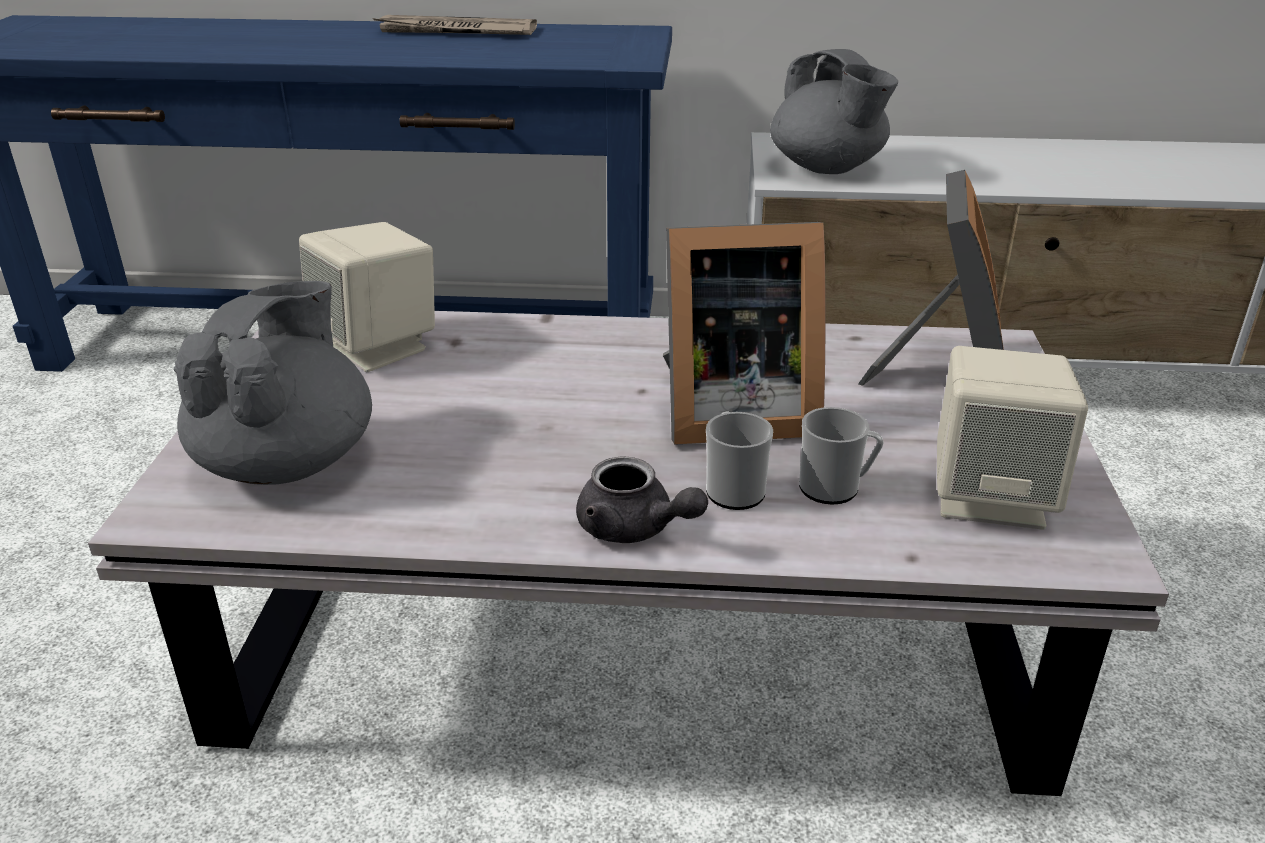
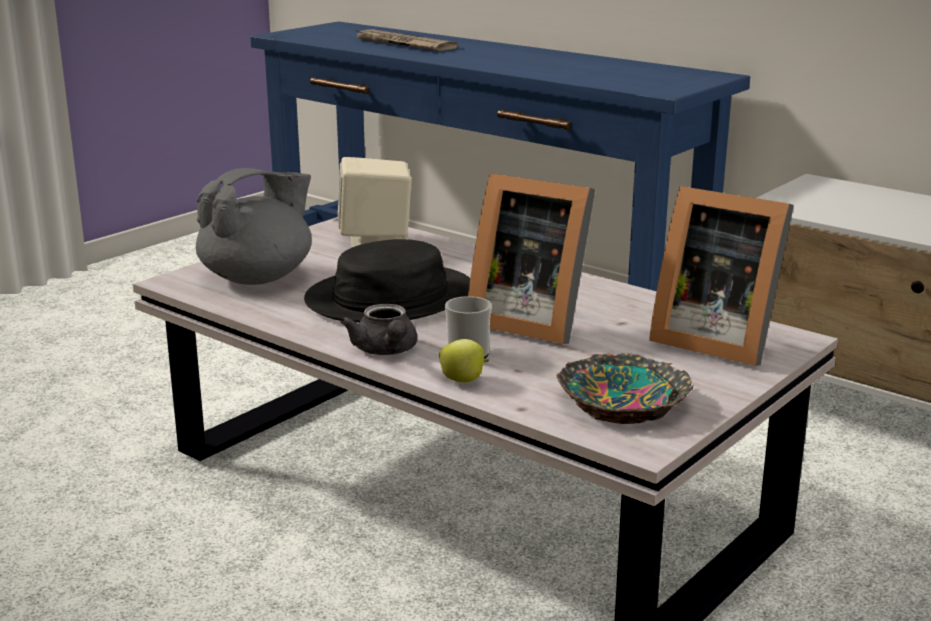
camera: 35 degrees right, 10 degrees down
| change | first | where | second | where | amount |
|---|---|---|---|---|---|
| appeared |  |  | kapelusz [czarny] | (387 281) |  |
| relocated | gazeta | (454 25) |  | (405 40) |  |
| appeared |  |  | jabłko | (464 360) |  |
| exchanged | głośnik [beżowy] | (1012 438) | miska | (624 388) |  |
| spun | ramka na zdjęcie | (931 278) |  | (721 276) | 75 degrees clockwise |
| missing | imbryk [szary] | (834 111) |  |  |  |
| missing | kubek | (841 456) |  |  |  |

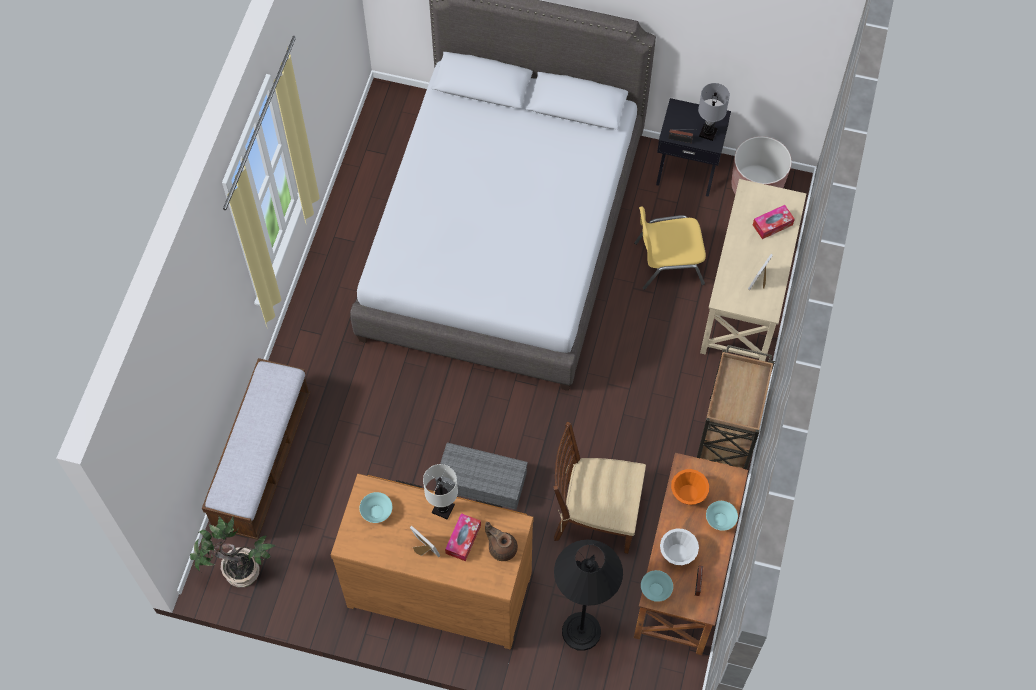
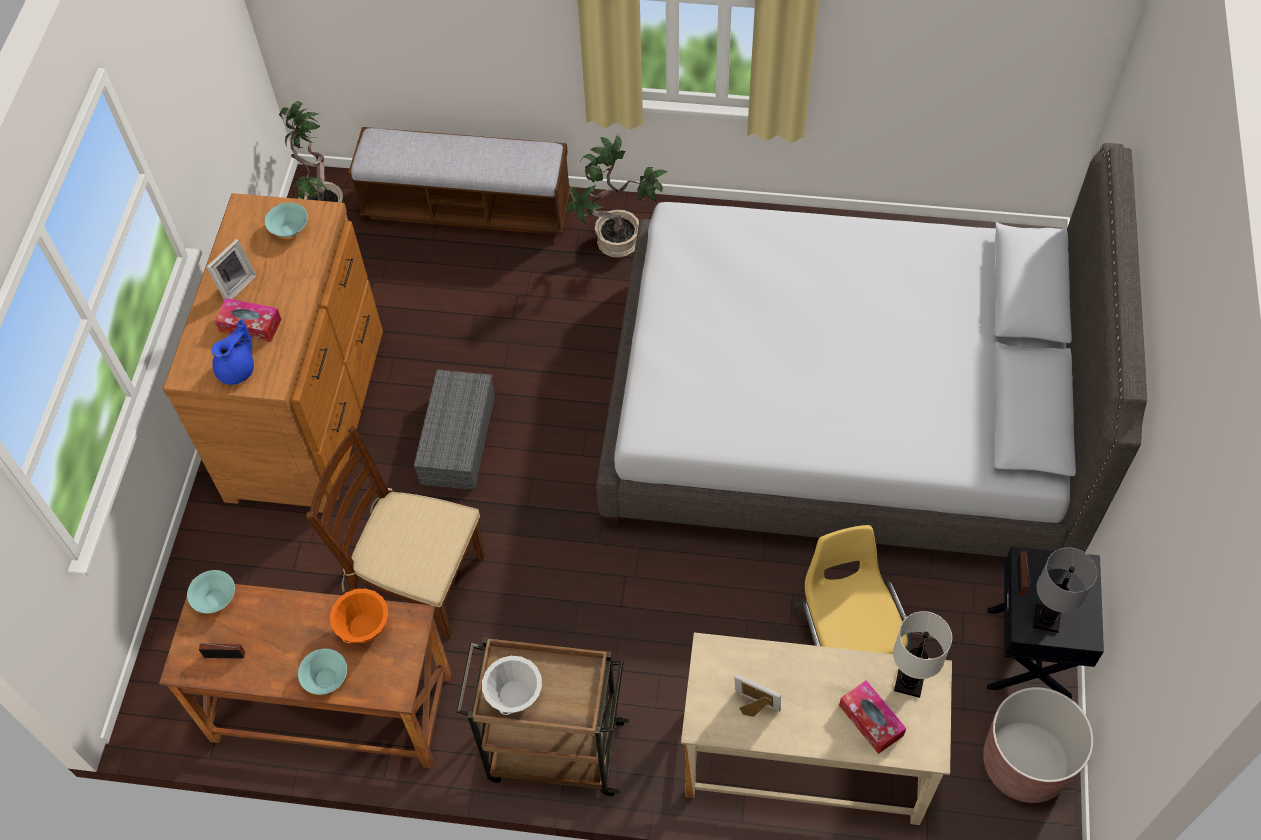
camera: 85 degrees right, 5 degrees down
| change | first | where | second | where | amount |
|---|---|---|---|---|---|
| colour | imbryk [brązowy] | (501 541) | imbryk [niebieski] | (233 352) |  |
| spun | krzesło [brązowy] | (599 488) |  | (395 532) | 75 degrees counterclockwise |
| relocated | miska [biały] | (679 546) |  | (512 685) |  |
| appeared |  |  | roślina doniczkowa | (617 196) |  |
| relocated | lampa stołowa [biały] | (440 492) |  | (922 654) |  |
| missing | lampa stojąca [czarny] | (588 595) |  |  |  |

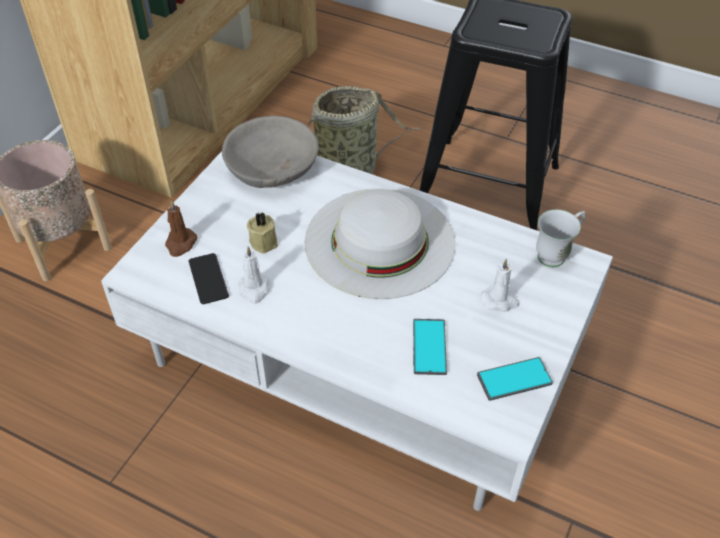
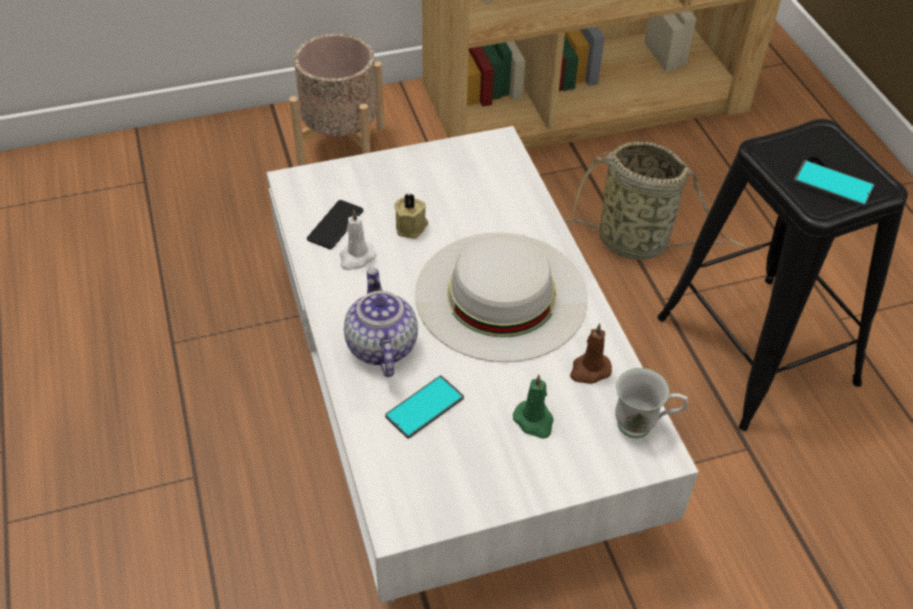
camera: 45 degrees right, 0 degrees up
| change | first | where | second | where | amount |
|---|---|---|---|---|---|
| appeared |  |  | imbryk | (381 322) |  |
| colour | świeca [biały] | (500 285) | świeca [zielony] | (533 406) |  |
| relocated | świeca [brązowy] | (181 228) |  | (591 353) |  |
| relocated | telefon | (515 379) |  | (833 183) |  |
| missing | miska [szary] | (270 152) |  |  |  |

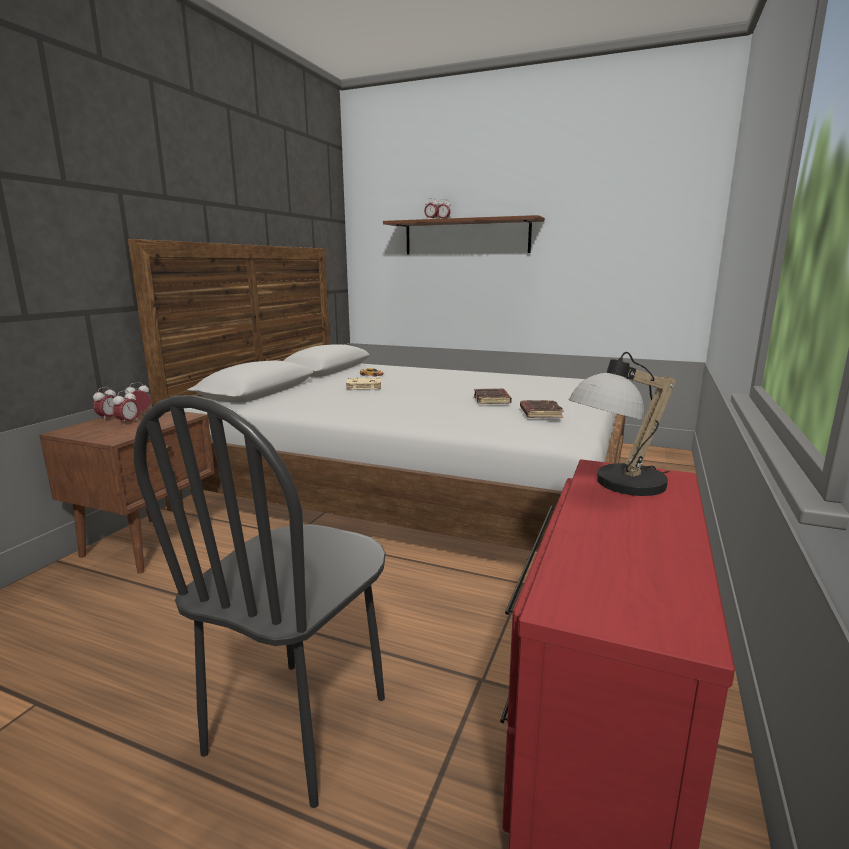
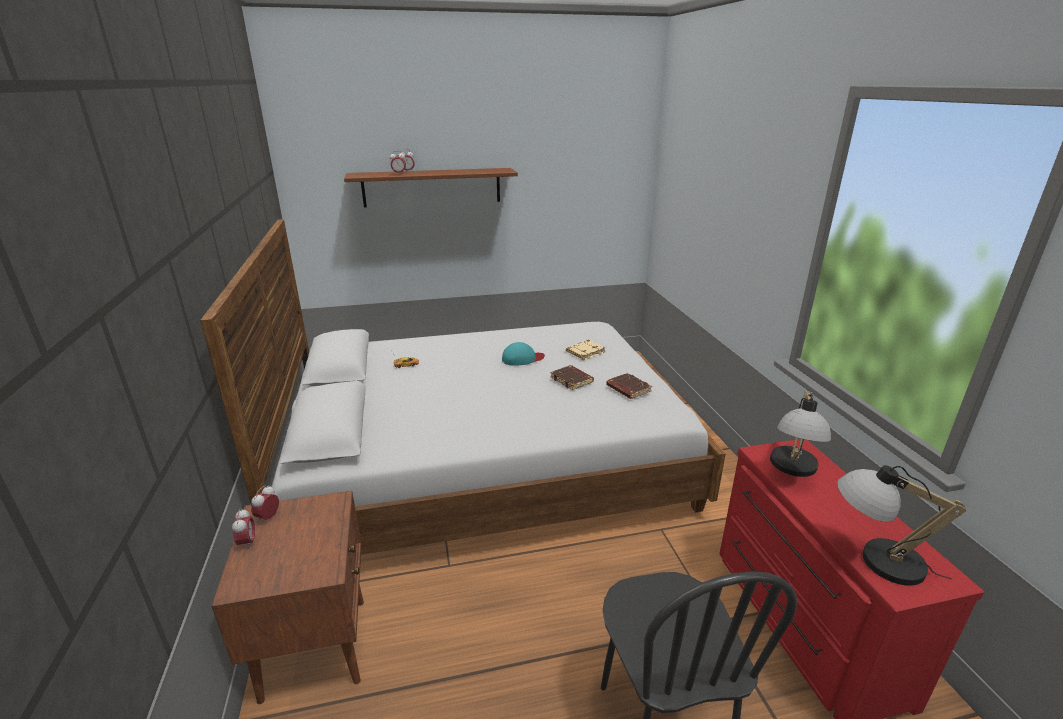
camera: 35 degrees left, 10 degrees up
| change | first | where | second | where | amount |
|---|---|---|---|---|---|
| appeared |  |  | czapka z daszkiem [turkusowy] | (523 354) |  |
| relocated | książka [beżowy] | (363 383) |  | (585 350) |  |
| appeared |  |  | lampa stołowa | (901 525) |  |
| missing | budzik | (126 407) |  |  |  |

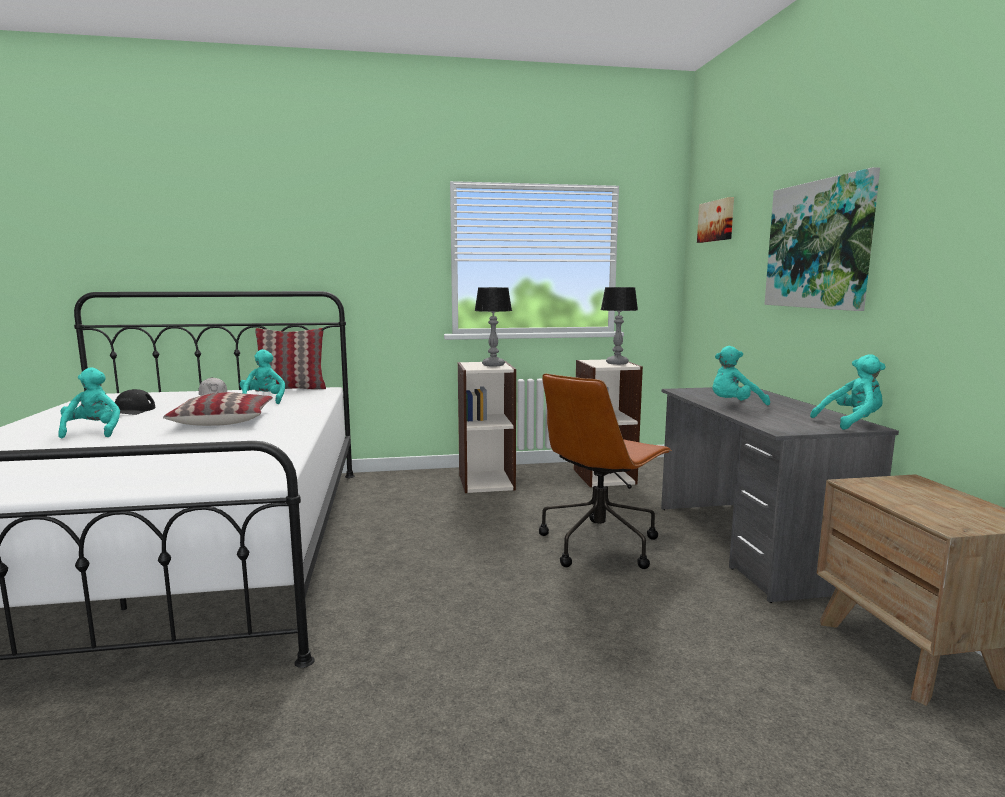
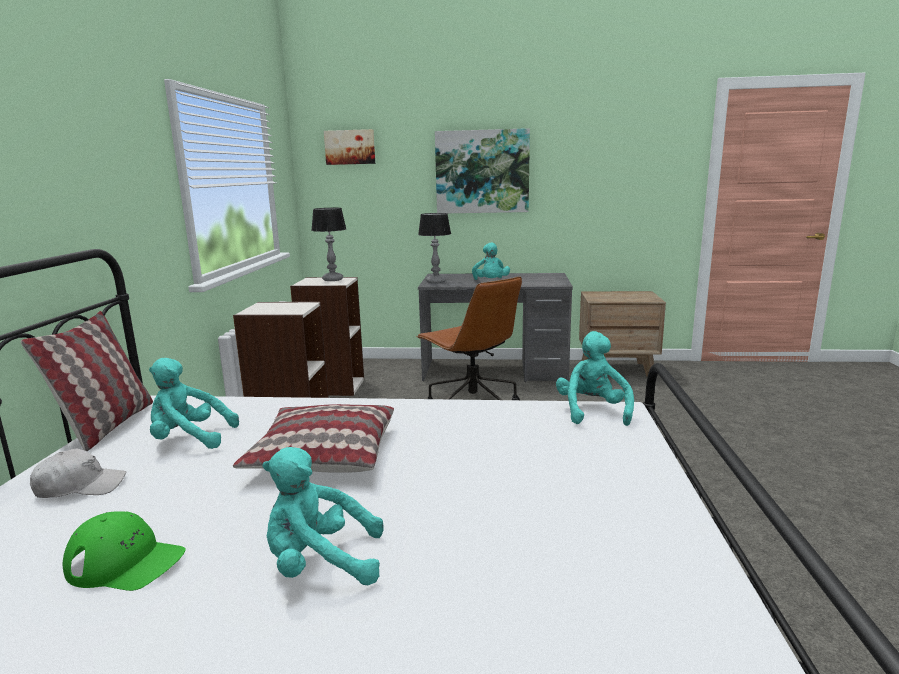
camera: 75 degrees left, 5 degrees up
| change | first | where | second | where | amount |
|---|---|---|---|---|---|
| colour | czapka z daszkiem [czarny] | (135 402) | czapka z daszkiem [zielony] | (124 551) |  |
| relocated | lampa stołowa | (493 326) |  | (434 248) |  |
| relocated | pluszak [turkusowy] | (848 392) |  | (595 378) |  |

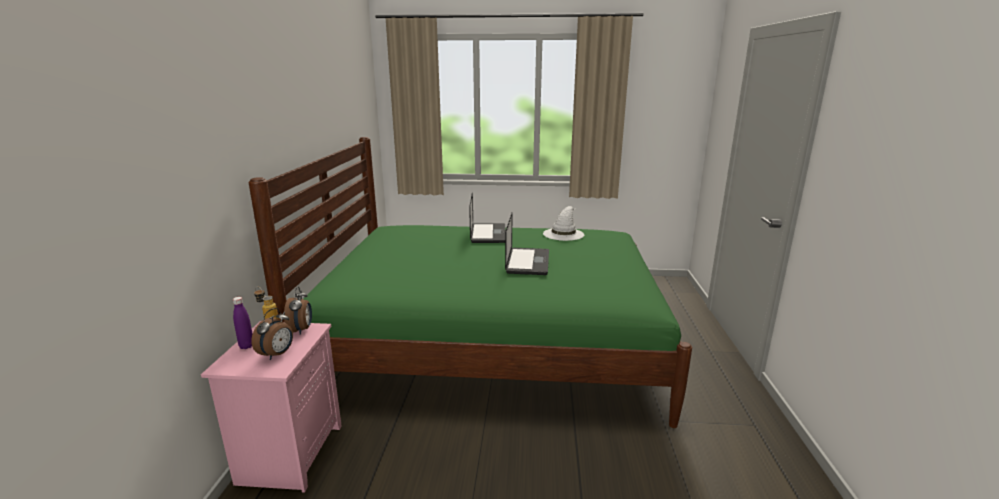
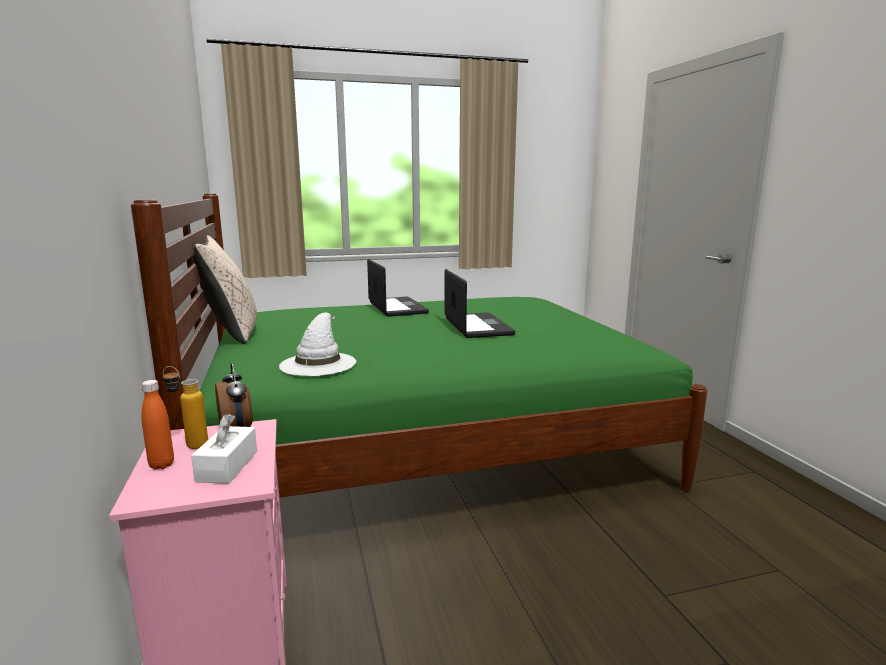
camera: 20 degrees left, 5 degrees down
| change | first | where | second | where | amount |
|---|---|---|---|---|---|
| colour | butelka [fioletowy] | (243 323) | butelka [pomarańczowy] | (158 425) |  |
| exchanged | budzik | (272 334) | pudełko chusteczek [biały] | (224 449) |  |
| appeared |  |  | poduszka [beżowy] | (225 289) |  |
| relocated | kapelusz [biały] | (563 223) |  | (317 344) |  |

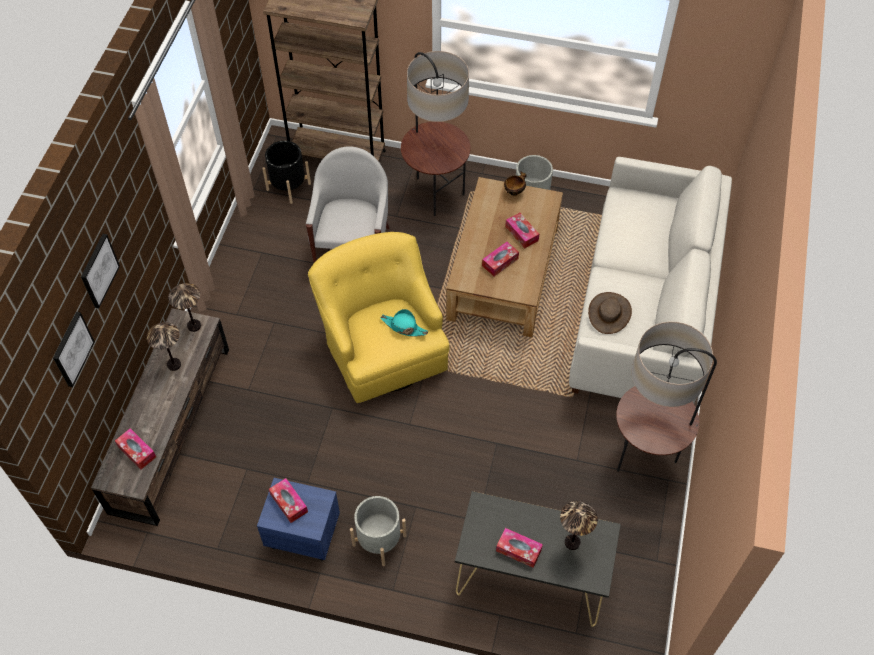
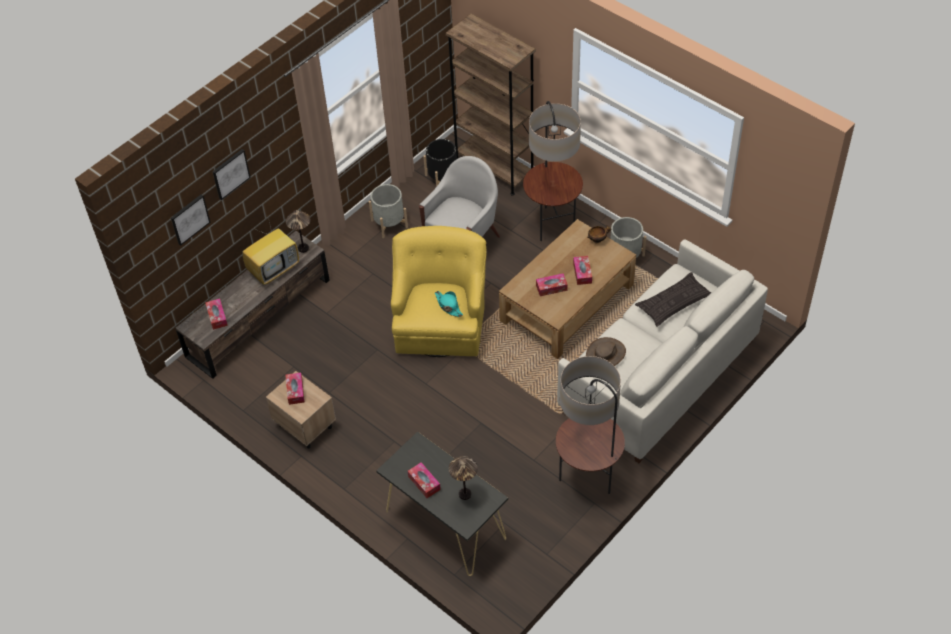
camera: 30 degrees right, 5 degrees down
| change | first | where | second | where | amount |
|---|---|---|---|---|---|
| exchanged | lampa stołowa | (163 346) | telewizor | (270 249) |  |
| colour | szafka nocna [niebieski] | (298 519) | szafka nocna [beżowy] | (301 410) |  |
| relocated | donica [szary] | (378 531) |  | (388 211) |  |
| appeared |  |  | poduszka | (673 299) |  |

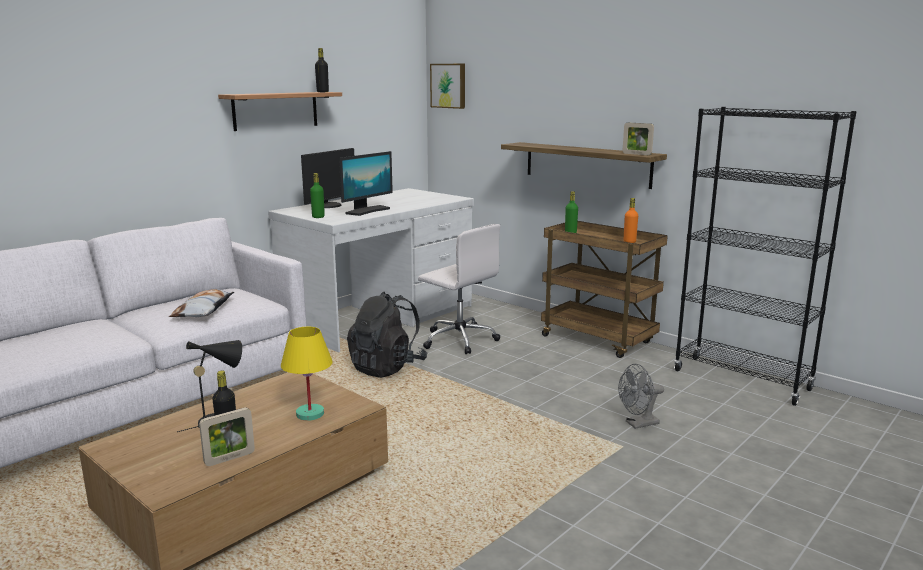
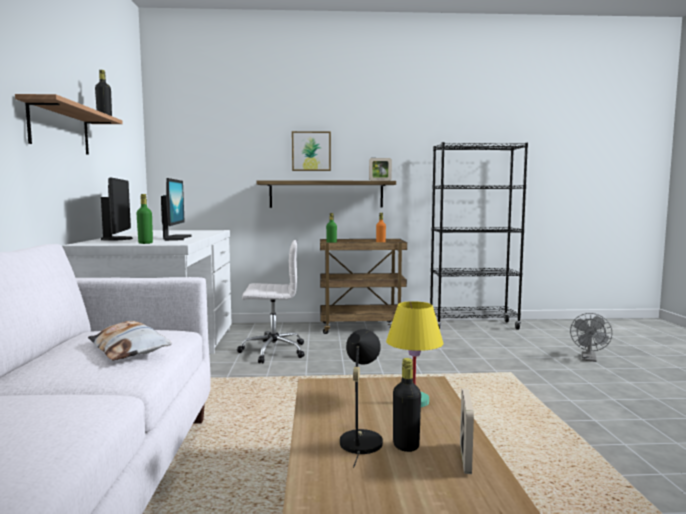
camera: 45 degrees left, 10 degrees down
| change | first | where | second | where | amount |
|---|---|---|---|---|---|
| relocated | obraz | (447 86) |  | (311 151) |  |
| relocated | wentylator [szary] | (641 396) |  | (591 337) |  |
| missing | plecak [czarny] | (387 335) |  |  |  |

